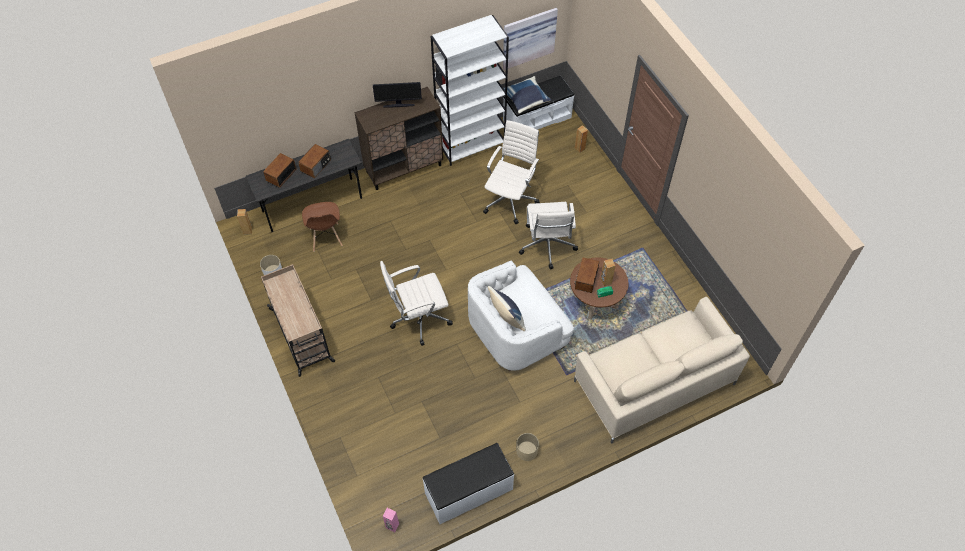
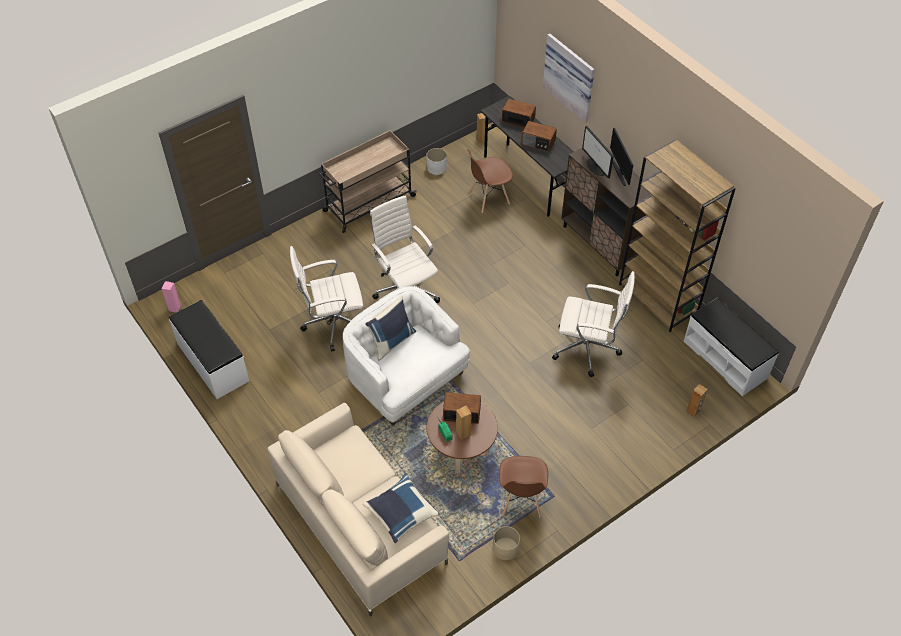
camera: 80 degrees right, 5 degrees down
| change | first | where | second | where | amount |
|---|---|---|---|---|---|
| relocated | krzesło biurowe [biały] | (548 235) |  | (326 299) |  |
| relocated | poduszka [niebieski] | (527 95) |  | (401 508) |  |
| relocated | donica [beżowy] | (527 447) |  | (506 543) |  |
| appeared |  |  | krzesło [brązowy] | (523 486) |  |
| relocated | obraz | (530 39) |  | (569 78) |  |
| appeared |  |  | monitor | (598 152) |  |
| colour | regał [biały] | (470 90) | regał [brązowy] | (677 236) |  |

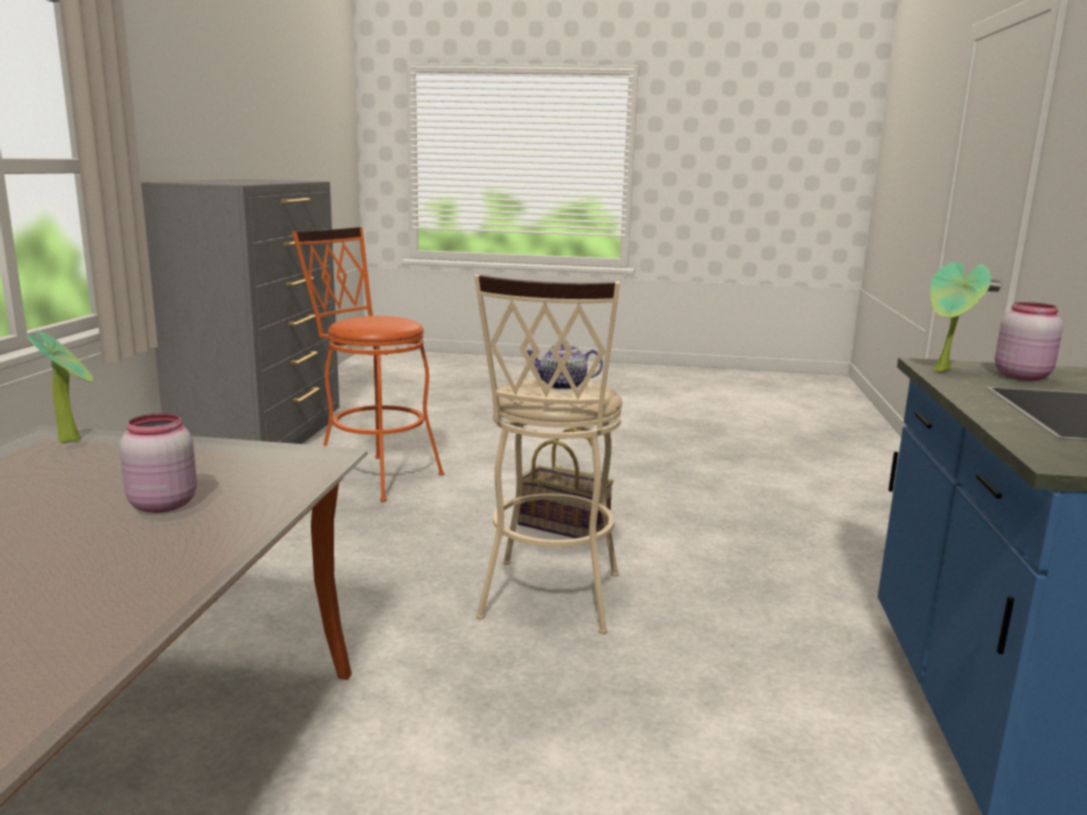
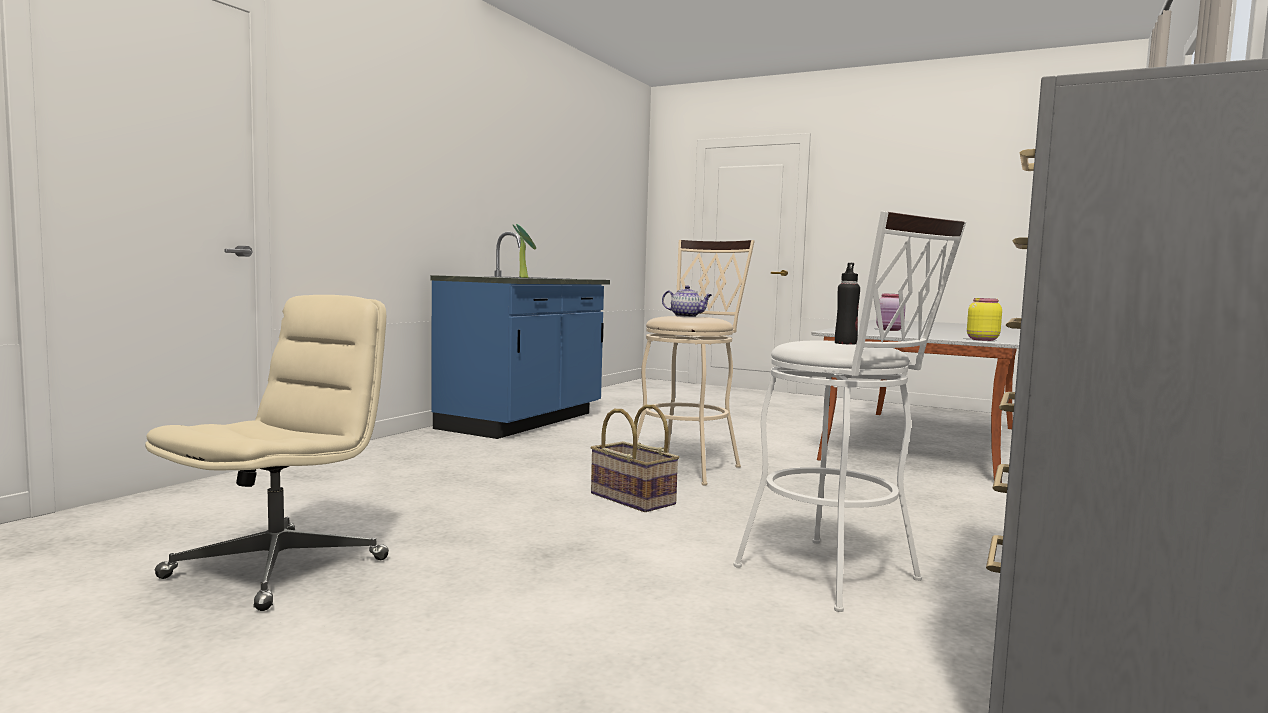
camera: 160 degrees left, 10 degrees down
| change | first | where | second | where | amount |
|---|---|---|---|---|---|
| appeared |  |  | krzesło biurowe [beżowy] | (267 453) |  |
| colour | stołek [pomarańczowy] | (368 364) | stołek [biały] | (849 411) |  |
| appeared |  |  | butelka [czarny] | (847 304) |  |
| exchanged | roślina doniczkowa | (60 386) | słoik [żółty] | (984 319) |  |
| missing | słoik [różowy] | (1029 341) |  |  |  |

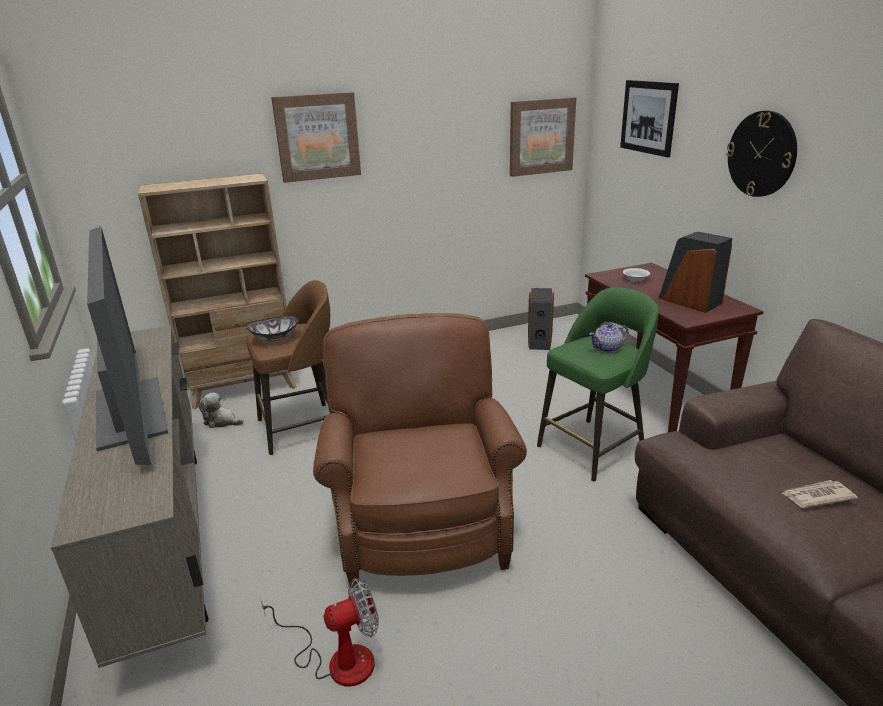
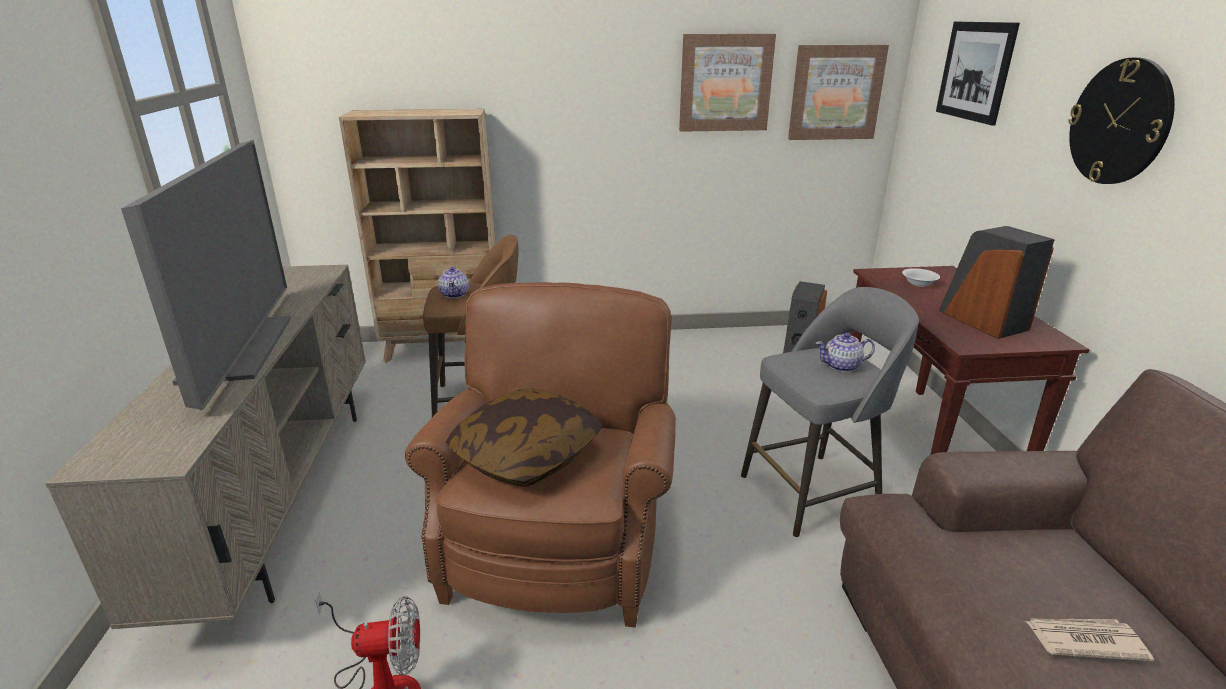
camera: 15 degrees right, 0 degrees up
| change | first | where | second | where | amount |
|---|---|---|---|---|---|
| exchanged | miska | (273 328) | imbryk | (453 282) |  |
| appeared |  |  | poduszka | (524 437) |  |
| relocated | obraz | (316 137) |  | (727 83) |  |
| colour | stołek [zielony] | (598 384) | stołek [szary] | (830 412) |  |
| missing | pluszak | (221 410) |  |  |  |

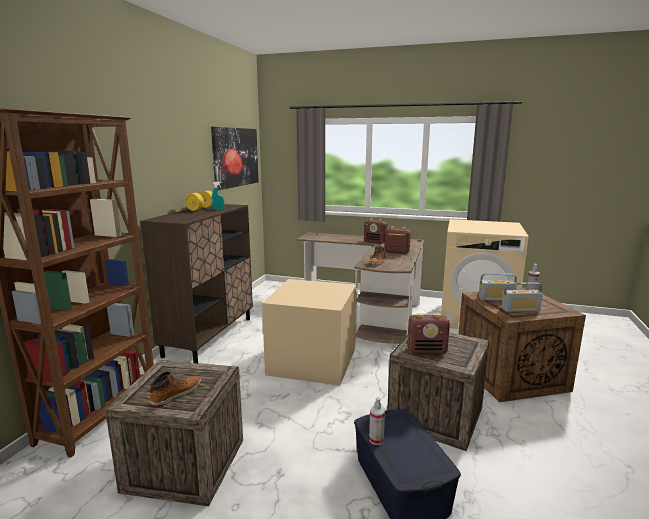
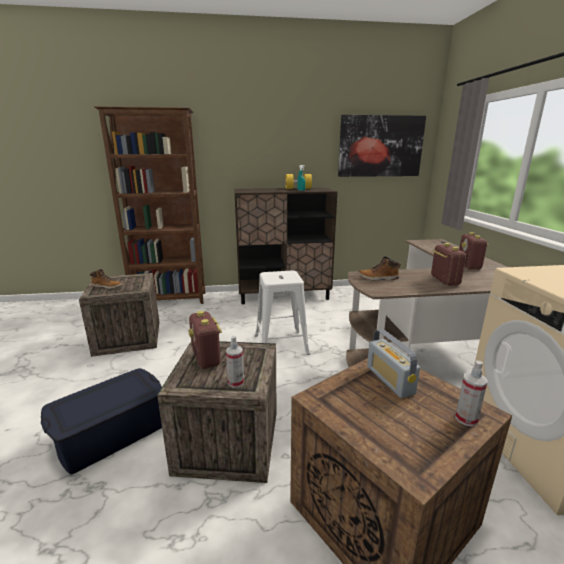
camera: 65 degrees right, 5 degrees up
| change | first | where | second | where | amount |
|---|---|---|---|---|---|
| relocated | spryskiwacz | (377 421) |  | (235 362) |  |
| exchanged | pojemnik do przechowywania [beżowy] | (309 332) | stołek [biały] | (282 312) |  |
| missing | radio | (522 297) |  |  |  |

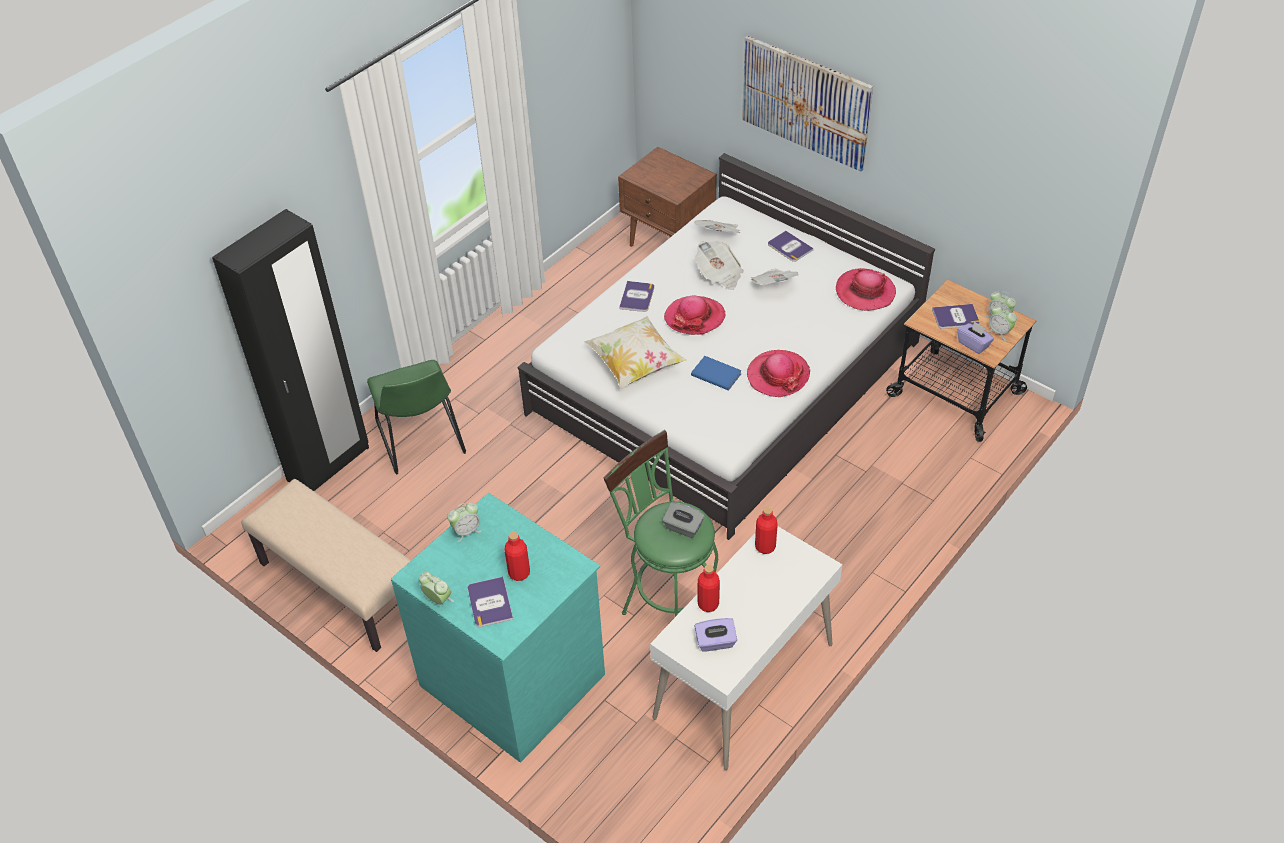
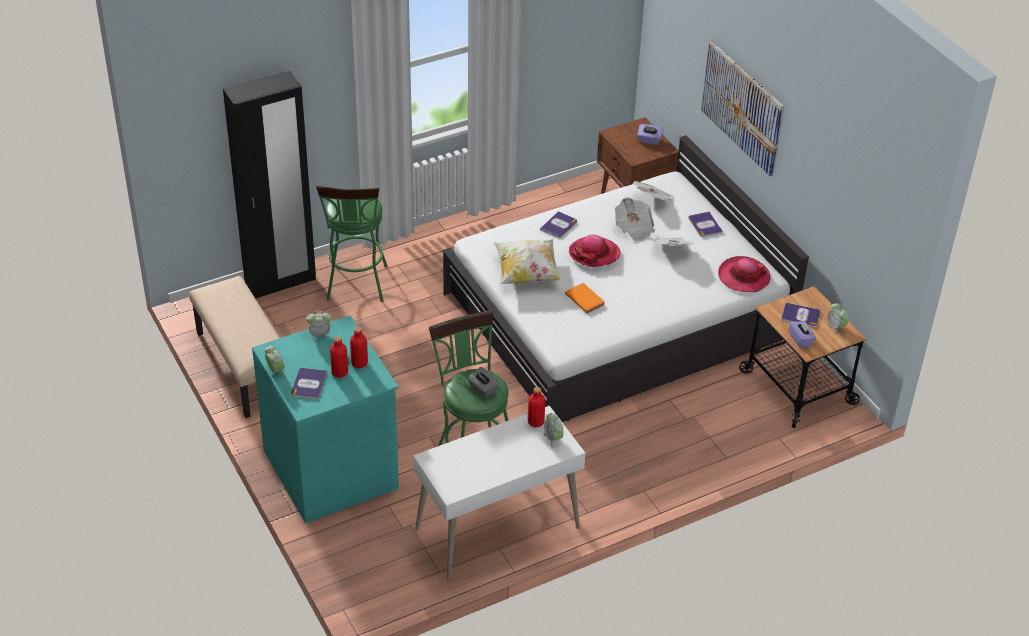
camera: 20 degrees right, 5 degrees down
| change | first | where | second | where | amount |
|---|---|---|---|---|---|
| exchanged | krzesło [zielony] | (416 417) | stołek [zielony] | (351 244) |  |
| relocated | butelka [czerwony] | (708 588) |  | (359 347) |  |
| relocated | budzik | (1002 323) |  | (553 430) |  |
| colour | książka [niebieski] | (716 373) | książka [pomarańczowy] | (585 298) |  |
| relocated | pudełko chusteczek [fioletowy] | (716 635) |  | (650 134) |  |
| missing | kapelusz | (778 373) |  |  |  |

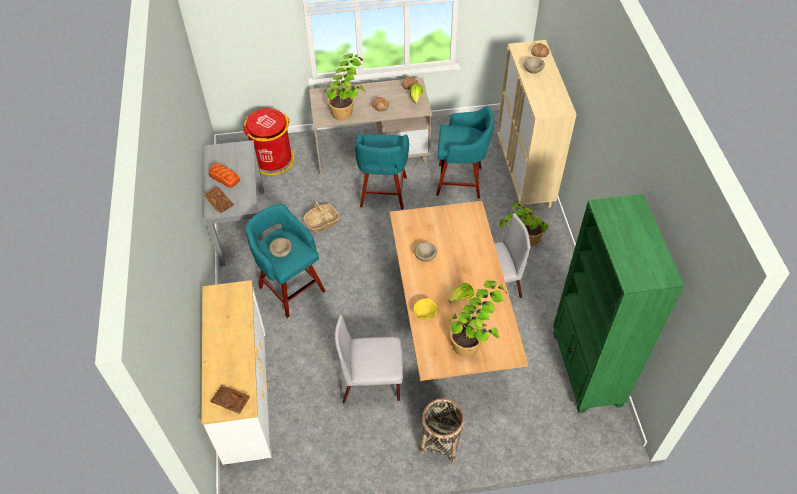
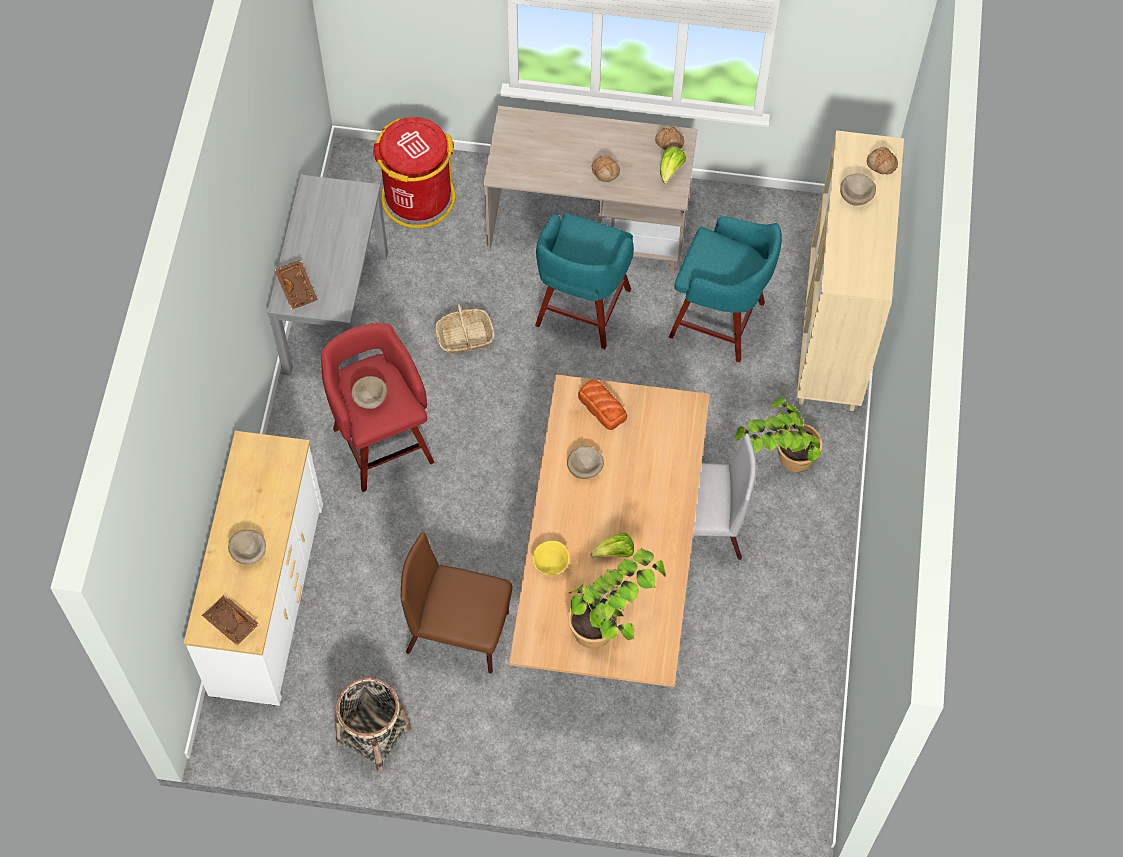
camera: 15 degrees right, 10 degrees up
| change | first | where | second | where | amount |
|---|---|---|---|---|---|
| appeared |  |  | miska [beżowy] | (247 547) |  |
| colour | stołek [turkusowy] | (285 261) | stołek [czerwony] | (377 407) |  |
| relocated | koszyk | (441 430) |  | (373 724) |  |
| colour | krzesło [szary] | (368 358) | krzesło [brązowy] | (457 603) |  |
| relocated | chleb | (224 175) |  | (602 404) |  |
| missing | roślina doniczkowa | (345 87) |  |  |  |
| missing | regał [zielony] | (619 303) |  |  |  |

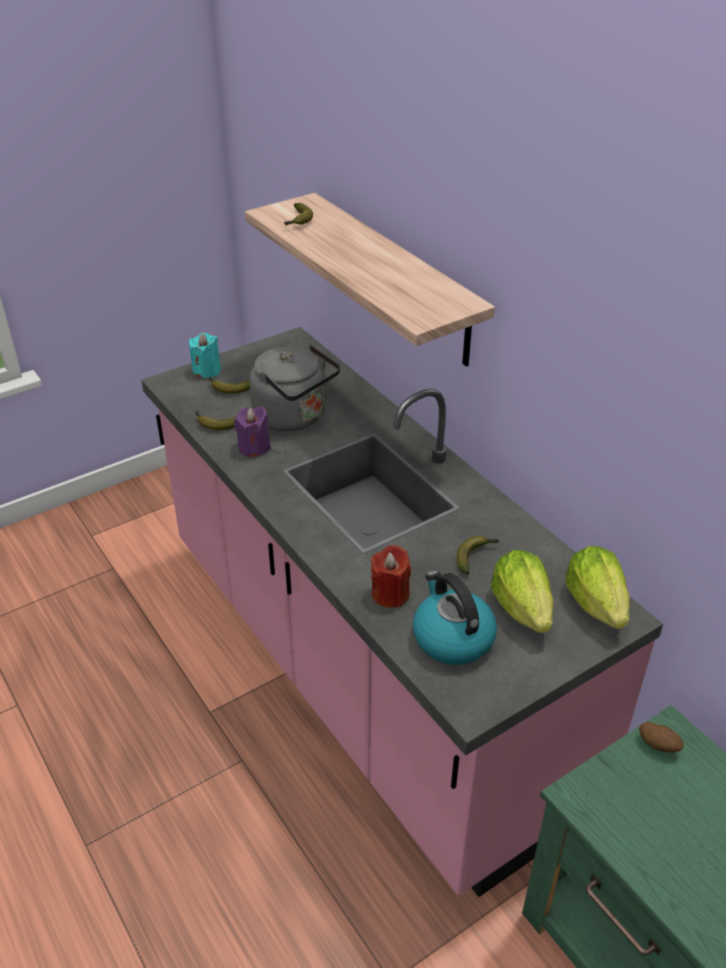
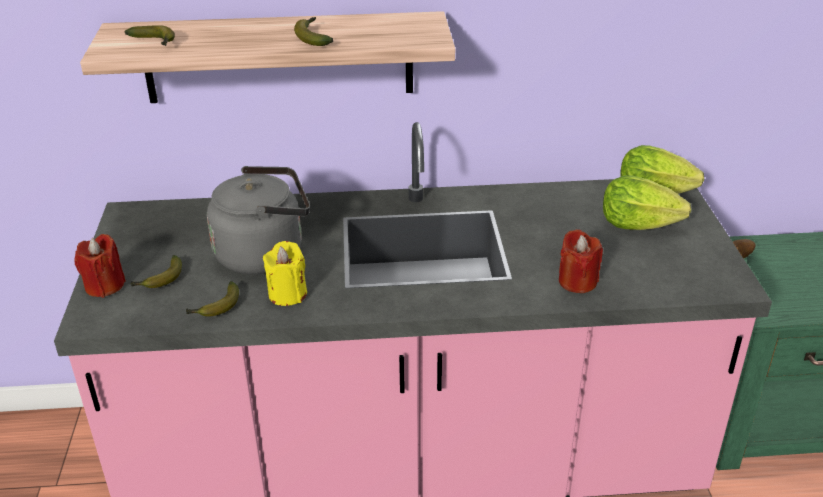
camera: 60 degrees left, 5 degrees down
| change | first | where | second | where | amount |
|---|---|---|---|---|---|
| colour | świeca [turkusowy] | (205 355) | świeca [czerwony] | (100 266) |  |
| colour | świeca [fioletowy] | (252 431) | świeca [żółty] | (285 273) |  |
| relocated | banan | (478 555) |  | (313 31) |  |
| missing | czajnik | (455 618) |  |  |  |

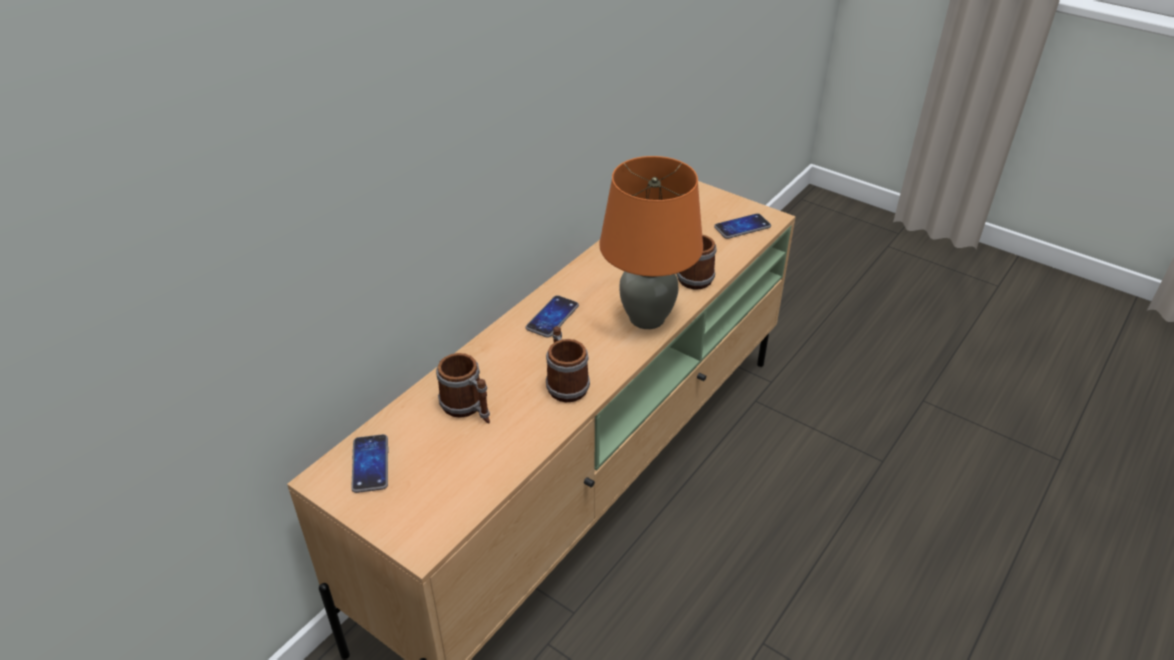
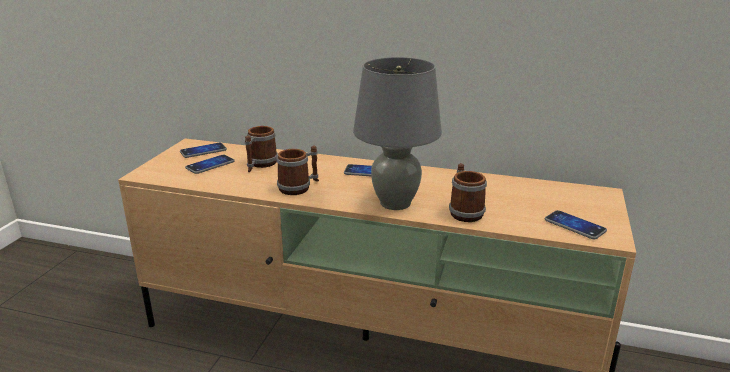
camera: 70 degrees right, 15 degrees down
| change | first | where | second | where | amount |
|---|---|---|---|---|---|
| appeared |  |  | telefon | (210 164) |  |
| colour | lampa stołowa [pomarańczowy] | (651 242) | lampa stołowa [szary] | (397 133) |  |

